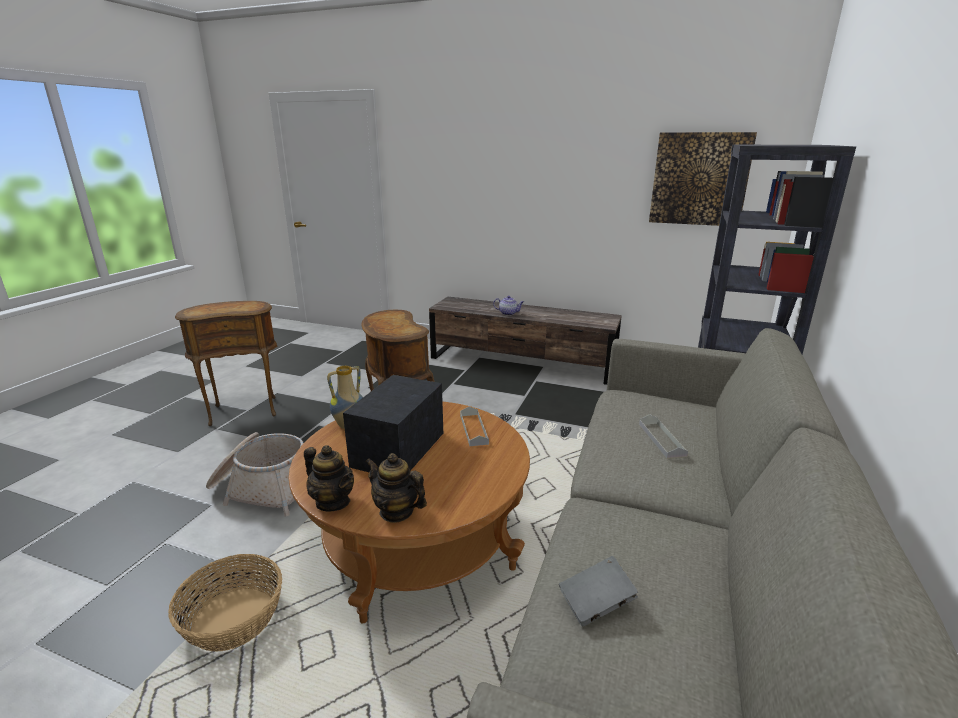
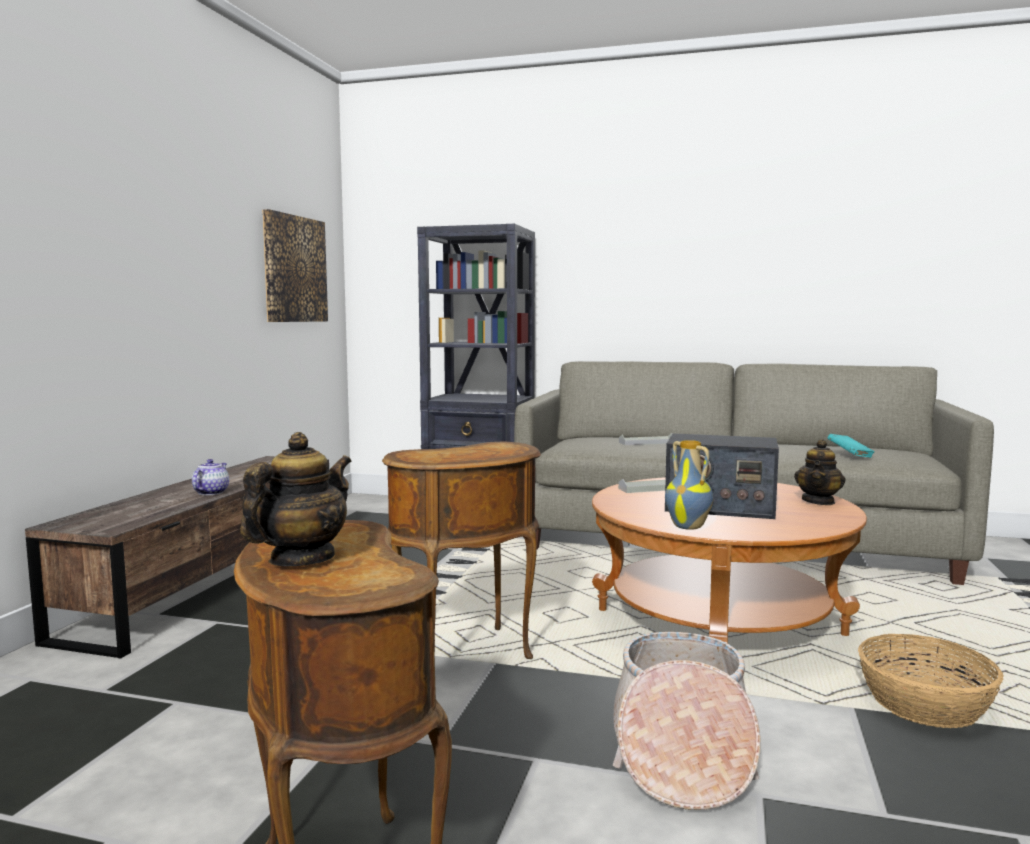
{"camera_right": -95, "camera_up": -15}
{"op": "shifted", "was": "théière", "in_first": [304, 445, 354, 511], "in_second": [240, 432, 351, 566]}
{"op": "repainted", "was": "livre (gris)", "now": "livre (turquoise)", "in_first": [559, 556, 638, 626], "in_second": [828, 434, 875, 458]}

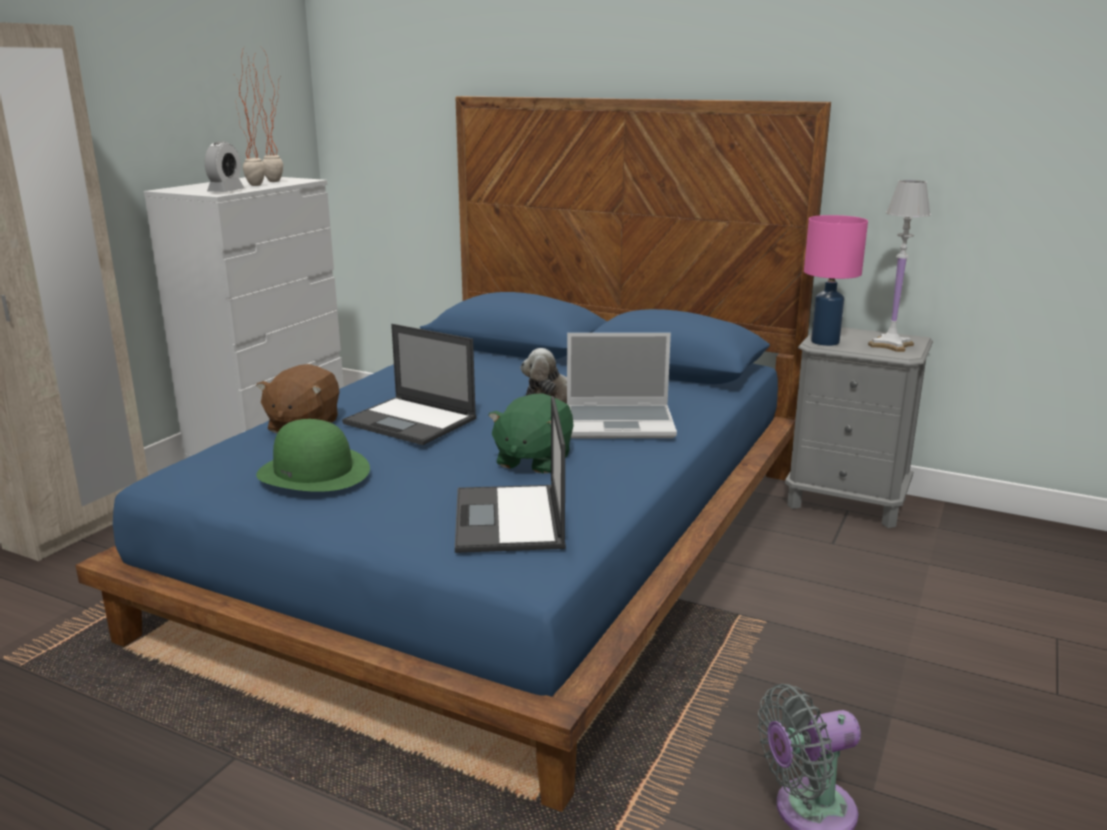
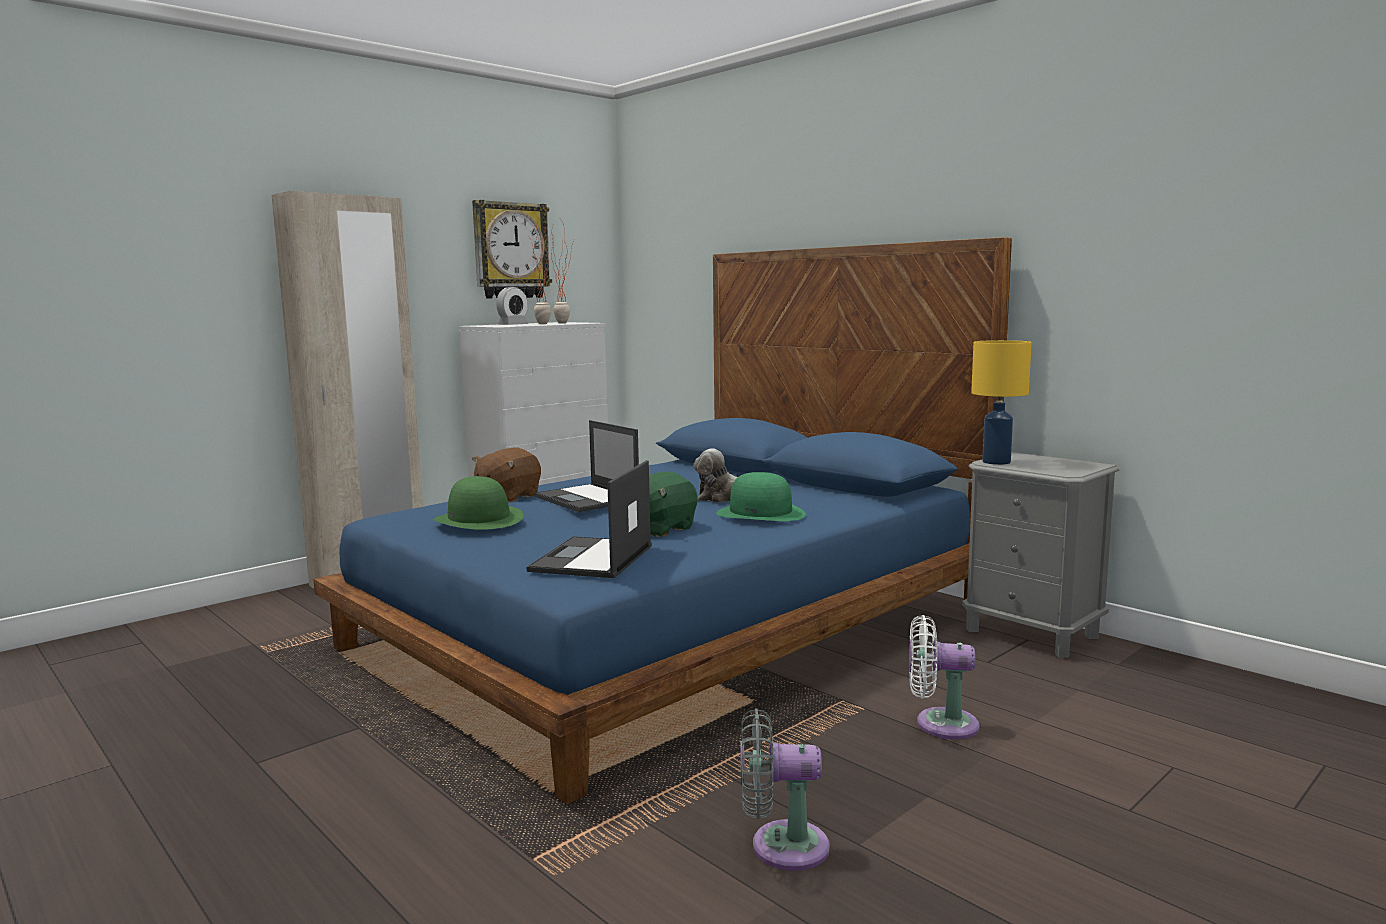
{"camera_right": 20, "camera_up": -10}
{"op": "swapped", "was": "ordinateur portable", "now": "chapeau (vert)", "in_first": [567, 333, 677, 438], "in_second": [716, 472, 806, 521]}
{"op": "repainted", "was": "lampe de table (rose)", "now": "lampe de table (jaune)", "in_first": [804, 215, 868, 346], "in_second": [971, 340, 1031, 465]}
{"op": "gone", "was": "lampe de table (blanc)", "in_first": [868, 180, 931, 352]}
{"op": "new", "now": "horloge murale", "in_second": [472, 200, 552, 299]}
{"op": "new", "now": "ventilateur (blanc)", "in_second": [909, 615, 980, 739]}

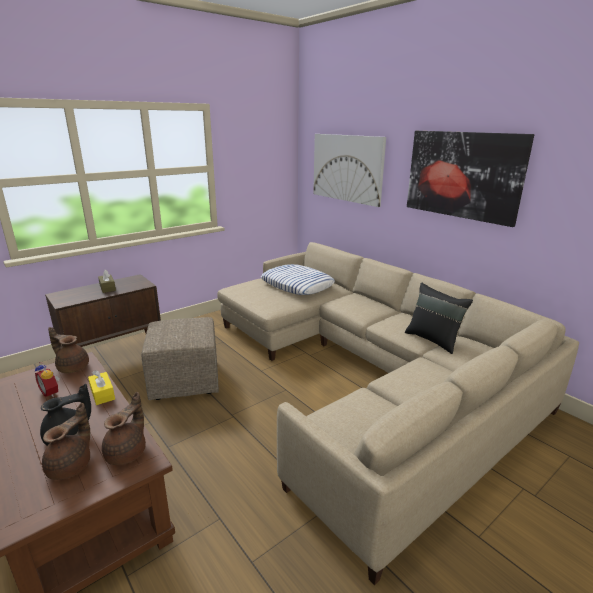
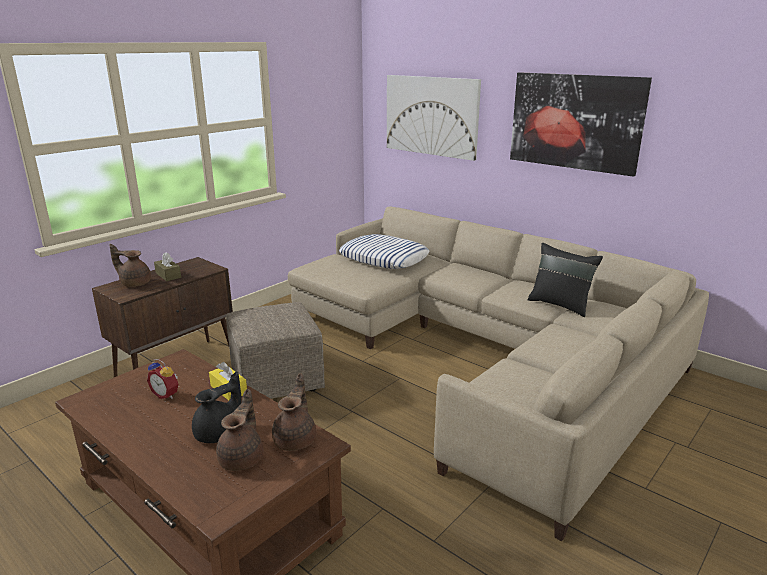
{"camera_right": -10, "camera_up": 0}
{"op": "shifted", "was": "théière (marron)", "in_first": [48, 327, 89, 373], "in_second": [109, 244, 151, 287]}

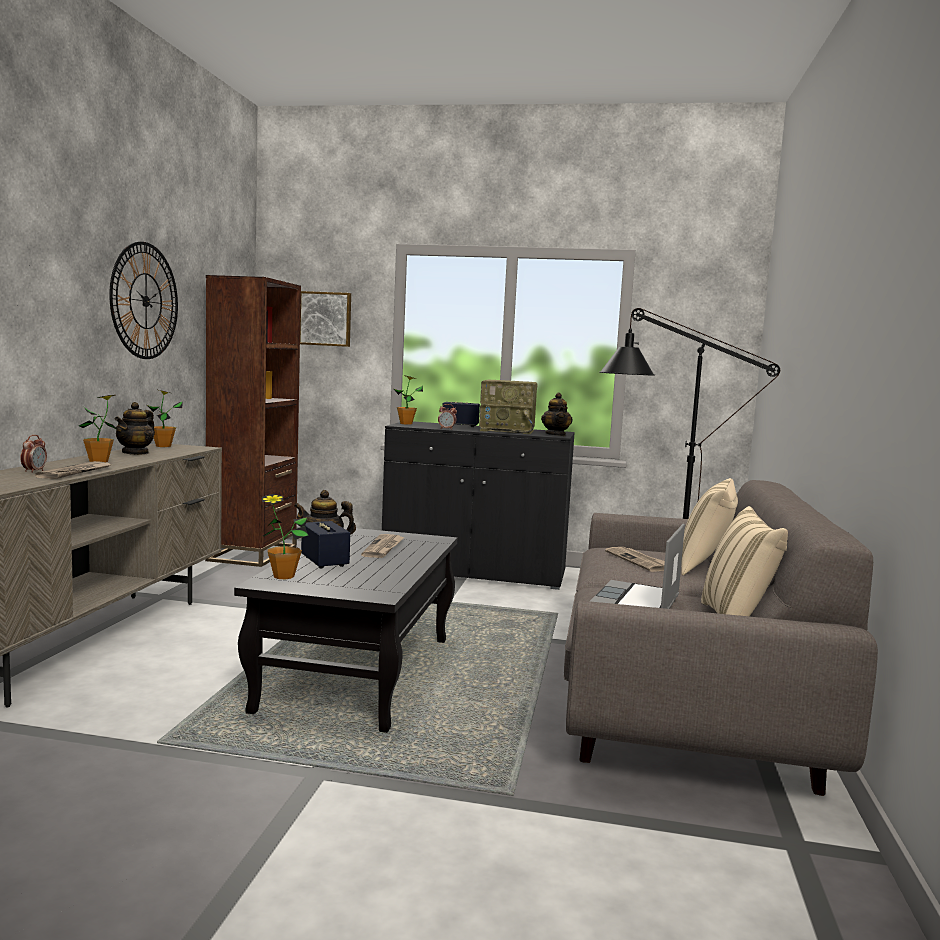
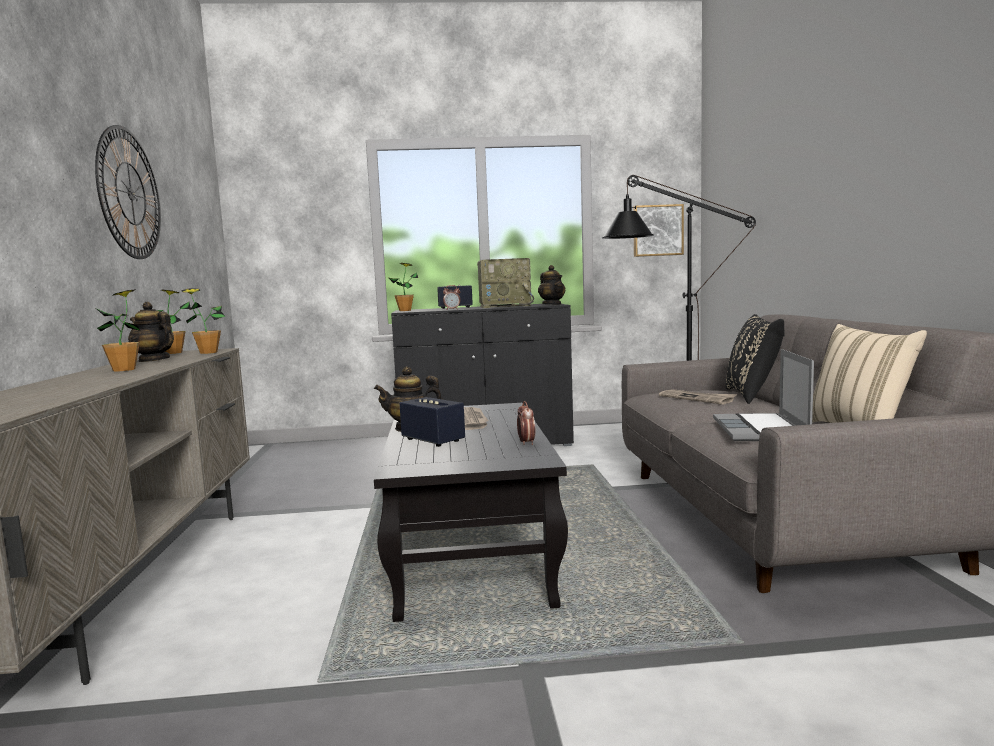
{"camera_right": -15, "camera_up": 0}
{"op": "shifted", "was": "réveil", "in_first": [20, 435, 47, 473], "in_second": [517, 401, 535, 445]}
{"op": "gone", "was": "journal", "in_first": [35, 461, 111, 479]}
{"op": "rotated", "was": "théière", "in_first": [115, 402, 155, 455], "in_second": [128, 302, 174, 362], "clockwise": 120}
{"op": "gone", "was": "bibliothèque (marron)", "in_first": [205, 275, 301, 567]}
{"op": "shifted", "was": "plante en pot", "in_first": [262, 494, 308, 579], "in_second": [181, 288, 225, 354]}
{"op": "shifted", "was": "tableau", "in_first": [300, 291, 351, 347], "in_second": [633, 204, 684, 257]}
{"op": "repainted", "was": "coussin (beige)", "now": "coussin (noir)", "in_first": [681, 478, 738, 575], "in_second": [725, 314, 785, 404]}

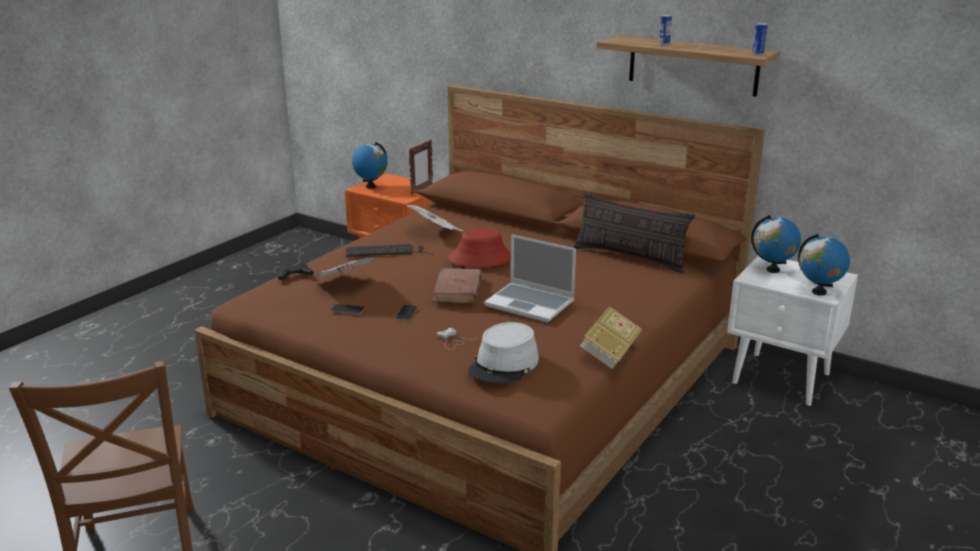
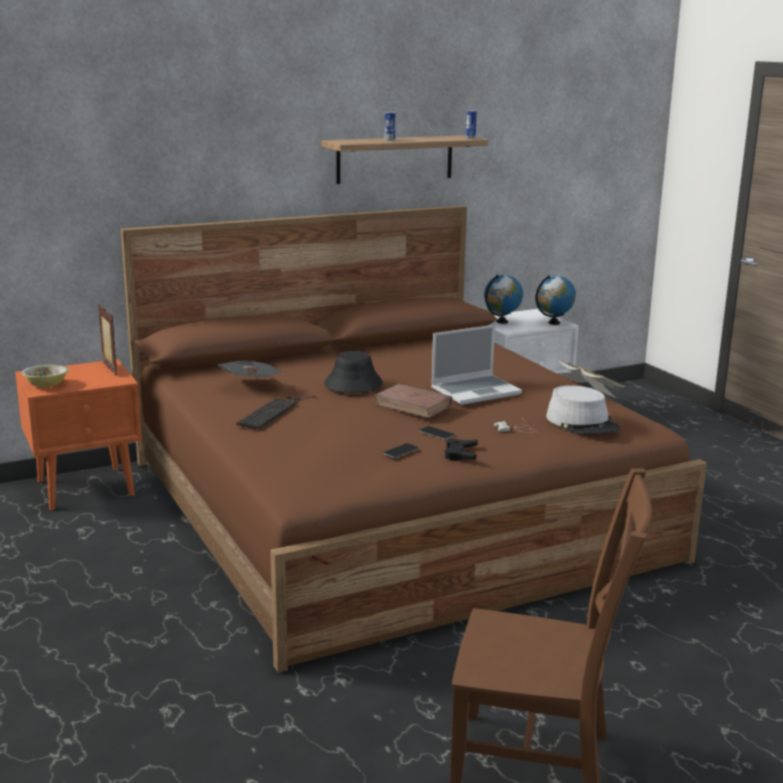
{"camera_right": -60, "camera_up": -5}
{"op": "shifted", "was": "manette (noir)", "in_first": [277, 263, 314, 280], "in_second": [444, 439, 478, 460]}
{"op": "gone", "was": "journal", "in_first": [314, 257, 374, 278]}
{"op": "swapped", "was": "globe", "now": "bol", "in_first": [352, 142, 387, 189], "in_second": [22, 365, 69, 387]}
{"op": "repainted", "was": "chapeau (rouge)", "now": "chapeau (noir)", "in_first": [448, 228, 511, 267], "in_second": [324, 351, 383, 393]}
{"op": "gone", "was": "coussin", "in_first": [573, 193, 695, 273]}

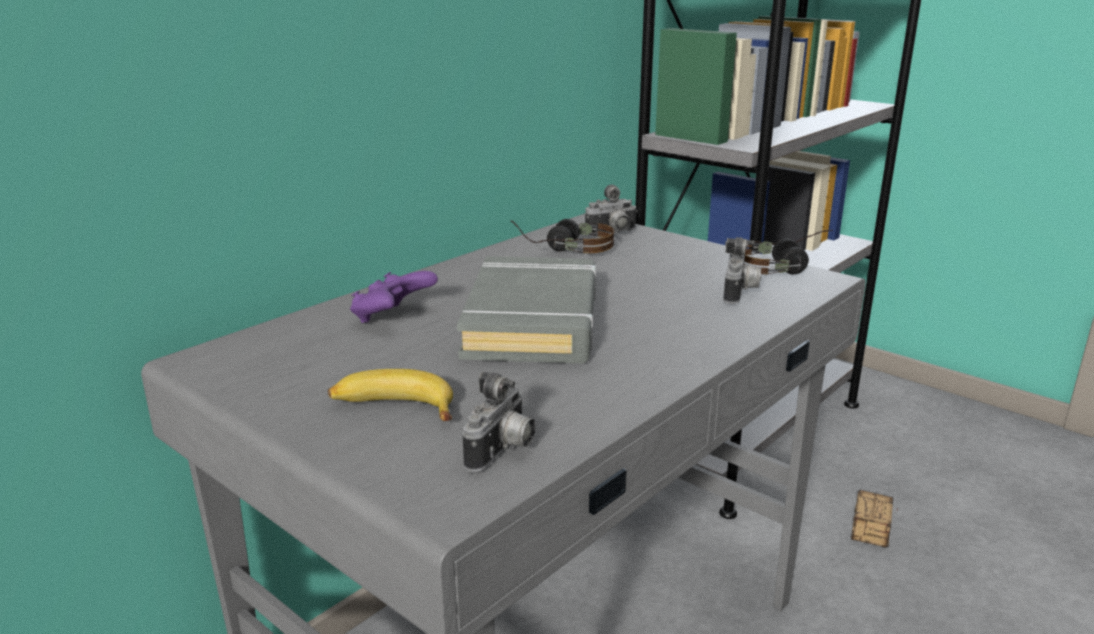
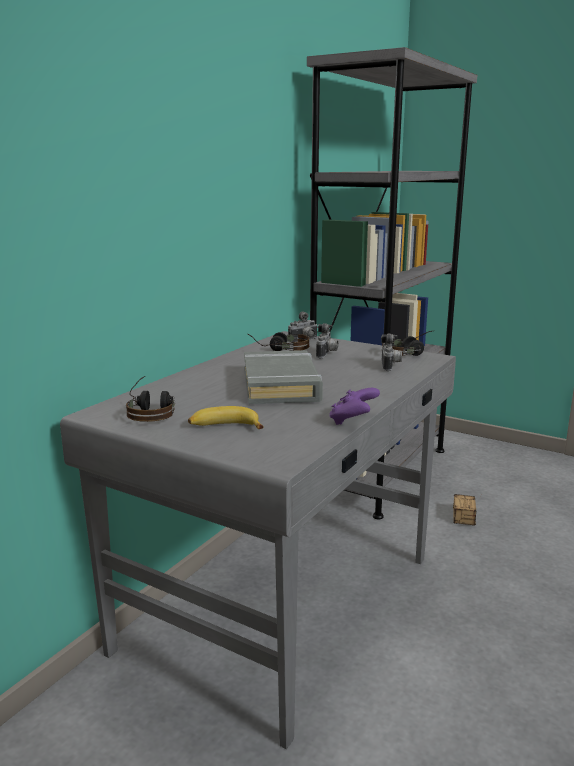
{"camera_right": -10, "camera_up": -5}
{"op": "shifted", "was": "manette (violet)", "in_first": [350, 271, 438, 323], "in_second": [330, 388, 380, 425]}
{"op": "shifted", "was": "appareil photo", "in_first": [462, 372, 536, 472], "in_second": [316, 323, 338, 358]}
{"op": "new", "now": "casque audio", "in_second": [126, 376, 175, 422]}

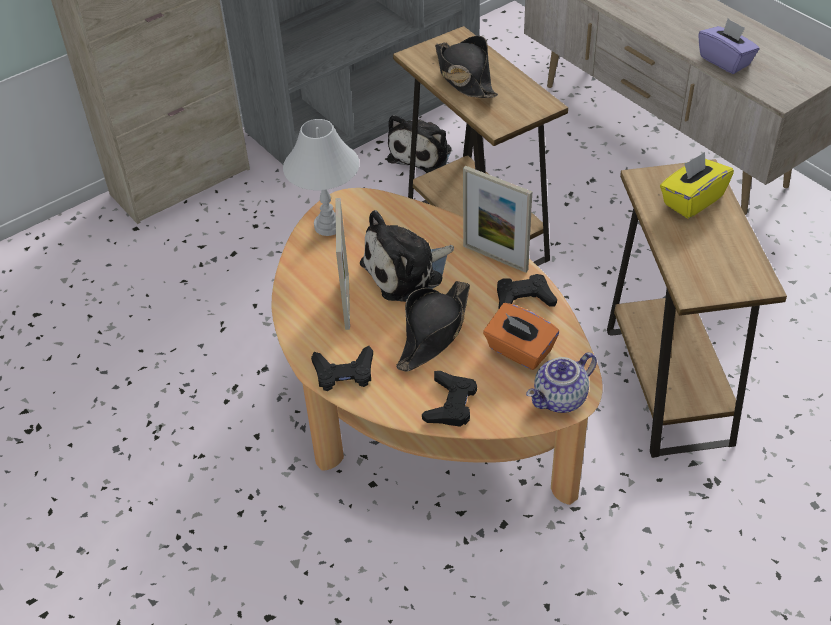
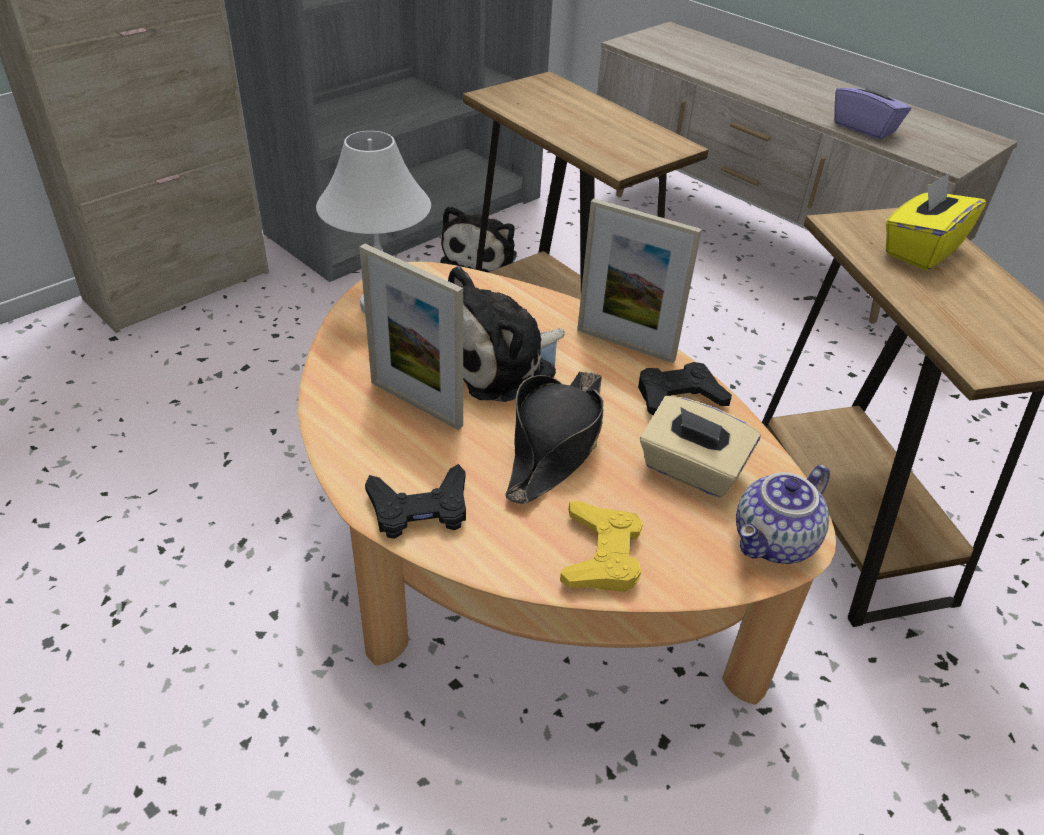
{"camera_right": -10, "camera_up": -5}
{"op": "rotated", "was": "cadre photo", "in_first": [335, 198, 350, 330], "in_second": [359, 244, 463, 430], "clockwise": 135}
{"op": "repainted", "was": "manette (noir)", "now": "manette (jaune)", "in_first": [422, 371, 477, 427], "in_second": [560, 501, 643, 592]}
{"op": "gone", "was": "chapeau (noir)", "in_first": [435, 36, 498, 98]}
{"op": "repainted", "was": "boîte à mouchoirs (orange)", "now": "boîte à mouchoirs (beige)", "in_first": [483, 303, 559, 370], "in_second": [640, 396, 761, 498]}

